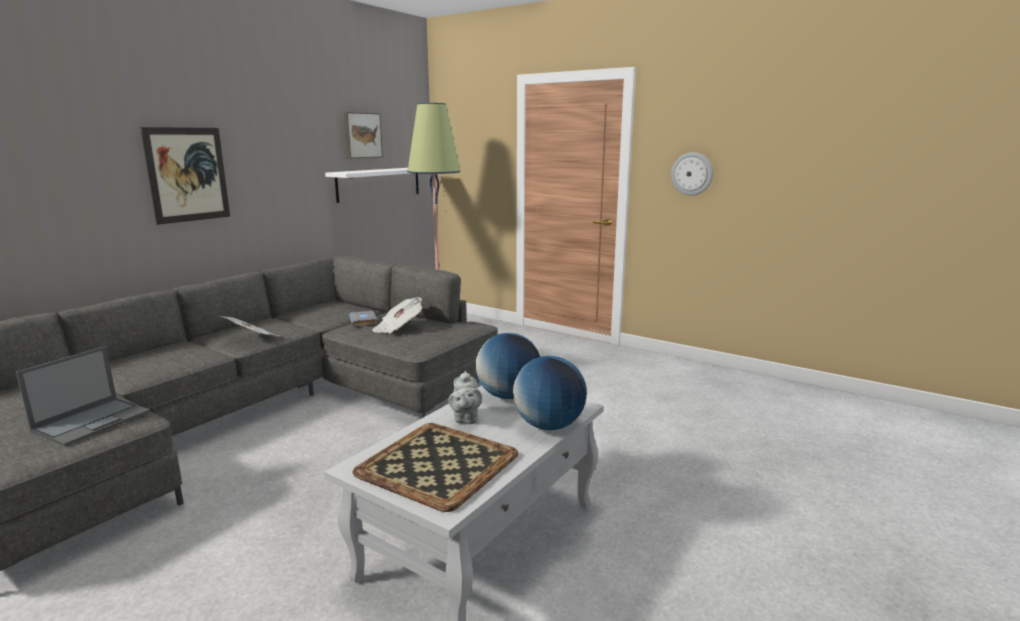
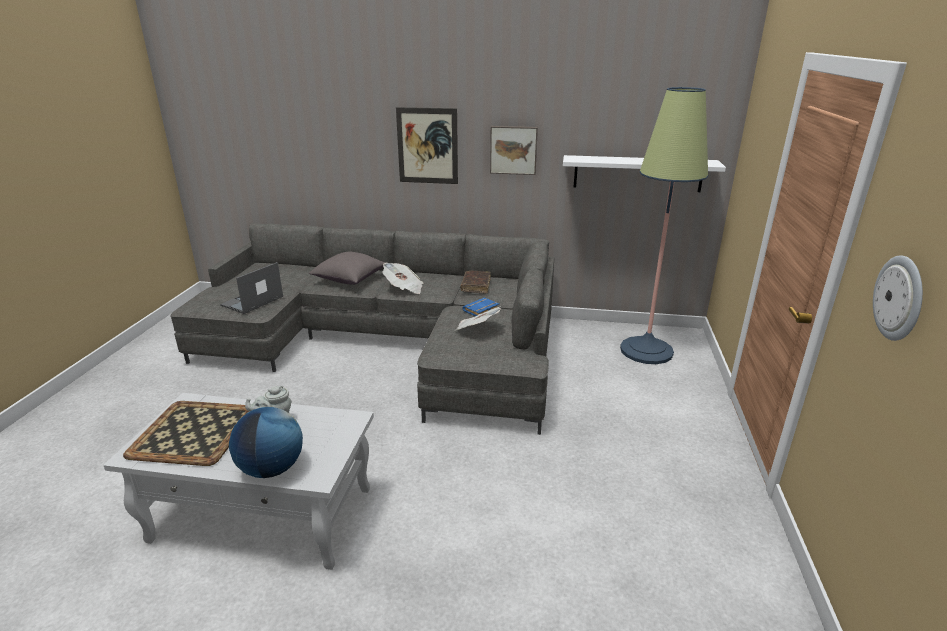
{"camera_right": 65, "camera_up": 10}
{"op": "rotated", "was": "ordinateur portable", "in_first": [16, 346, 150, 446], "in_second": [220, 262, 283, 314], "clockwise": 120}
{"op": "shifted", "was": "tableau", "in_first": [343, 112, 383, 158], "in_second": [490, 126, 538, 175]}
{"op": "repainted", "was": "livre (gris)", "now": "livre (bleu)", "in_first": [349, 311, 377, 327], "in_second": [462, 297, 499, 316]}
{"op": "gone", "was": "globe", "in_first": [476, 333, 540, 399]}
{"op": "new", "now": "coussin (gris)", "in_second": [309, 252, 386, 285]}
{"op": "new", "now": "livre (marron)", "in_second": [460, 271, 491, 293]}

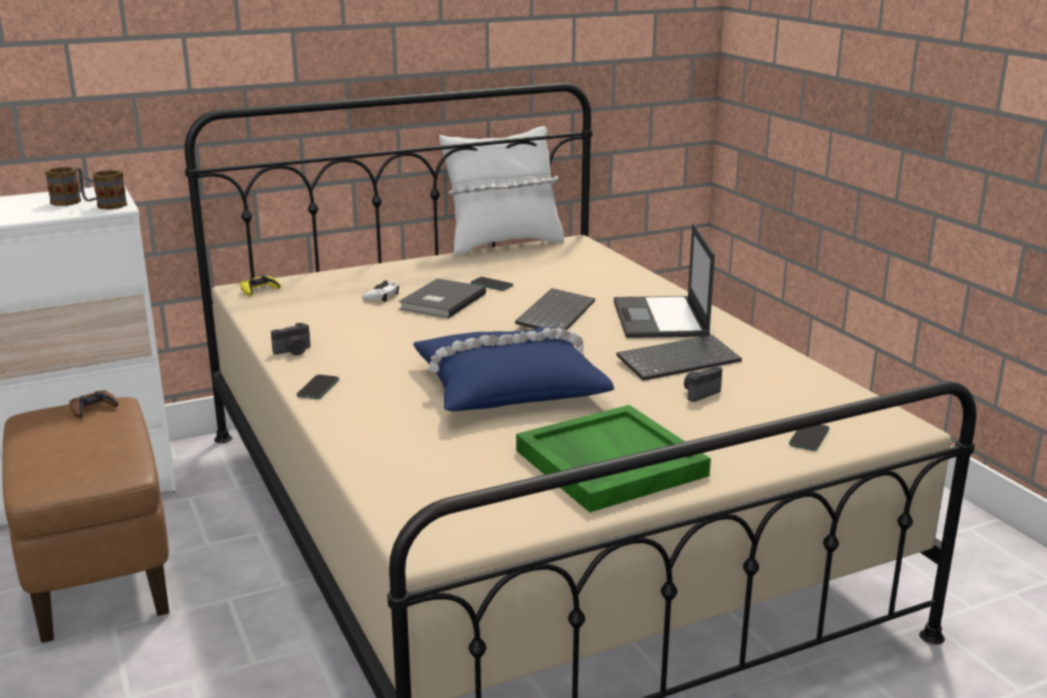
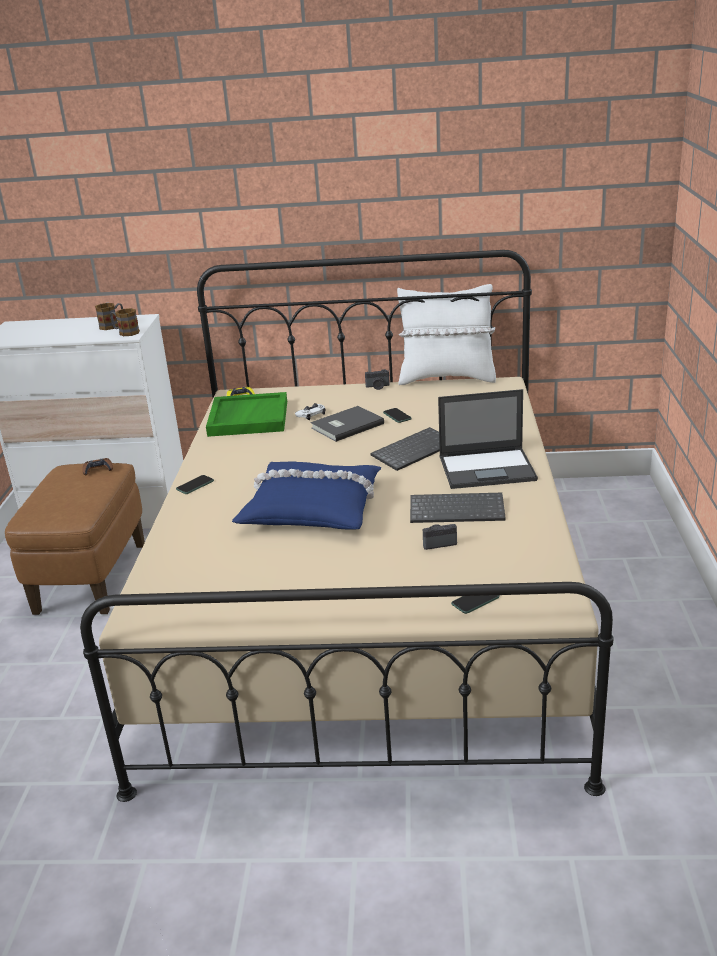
{"camera_right": 30, "camera_up": 5}
{"op": "shifted", "was": "appareil photo", "in_first": [271, 323, 311, 356], "in_second": [365, 369, 390, 390]}
{"op": "shifted", "was": "plateau (vert)", "in_first": [516, 405, 711, 512], "in_second": [206, 392, 287, 437]}
{"op": "rotated", "was": "ordinateur portable", "in_first": [614, 223, 715, 338], "in_second": [438, 389, 538, 489], "clockwise": -120}

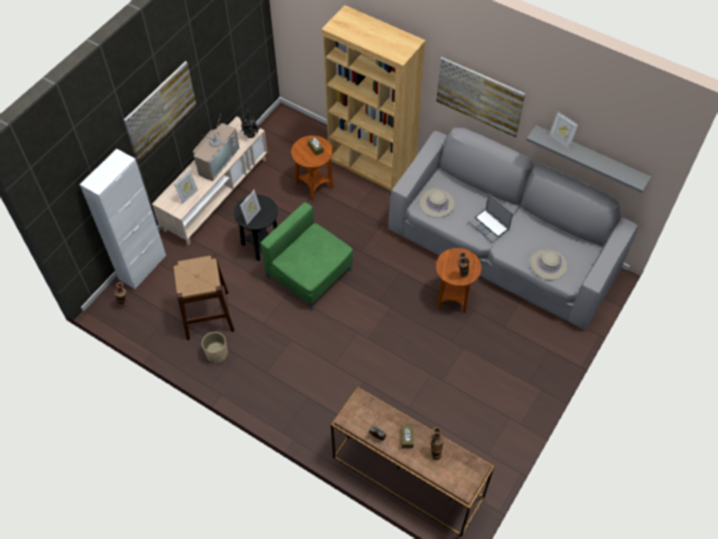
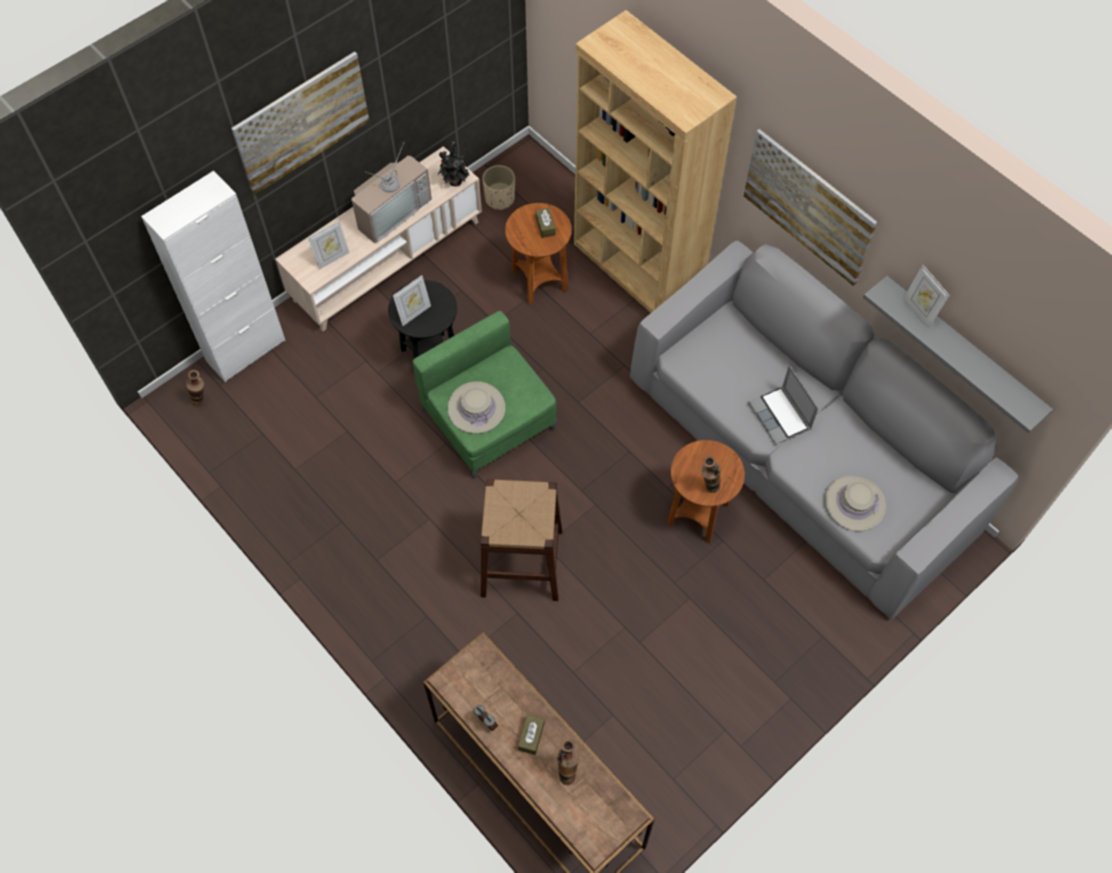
{"camera_right": 15, "camera_up": 5}
{"op": "shifted", "was": "tabouret (marron)", "in_first": [173, 255, 234, 340], "in_second": [481, 479, 562, 601]}
{"op": "shifted", "was": "cache-pot (beige)", "in_first": [202, 332, 228, 363], "in_second": [482, 165, 515, 210]}
{"op": "shifted", "was": "chapeau (beige)", "in_first": [419, 188, 455, 218], "in_second": [448, 381, 506, 434]}

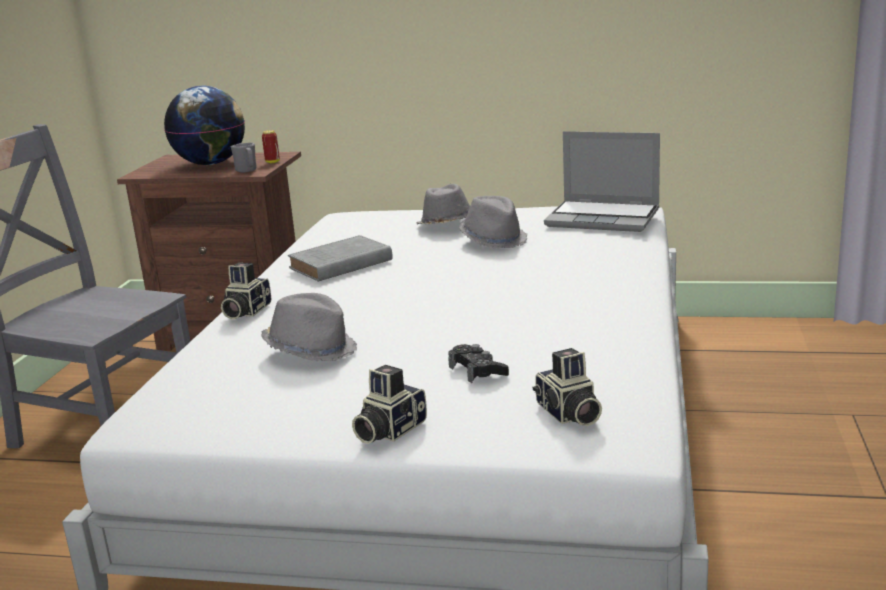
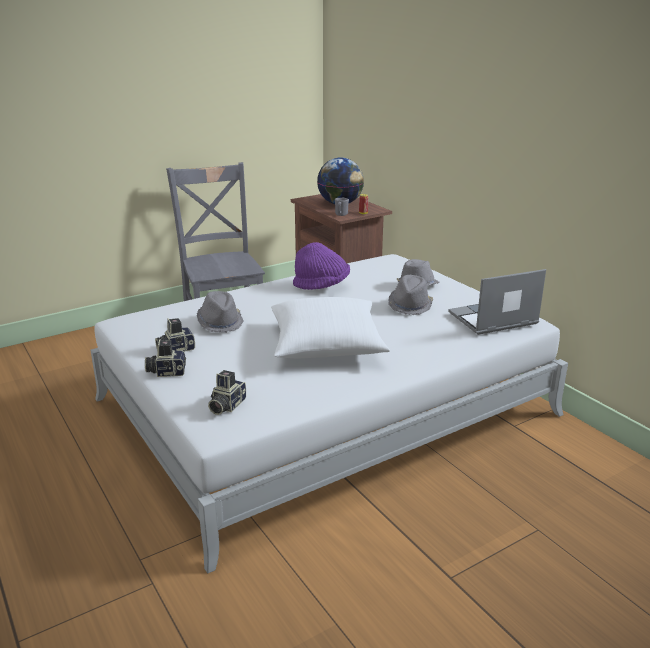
{"camera_right": 45, "camera_up": 5}
{"op": "shifted", "was": "appareil photo", "in_first": [221, 263, 271, 319], "in_second": [155, 318, 195, 352]}
{"op": "swapped", "was": "livre (gris)", "now": "chapeau (violet)", "in_first": [288, 235, 393, 282], "in_second": [293, 242, 350, 290]}
{"op": "gone", "was": "manette (noir)", "in_first": [448, 344, 509, 383]}
{"op": "rotated", "was": "ordinateur portable", "in_first": [544, 131, 660, 232], "in_second": [448, 269, 546, 335], "clockwise": 90}
{"op": "new", "now": "coussin (blanc)", "in_second": [271, 297, 390, 359]}

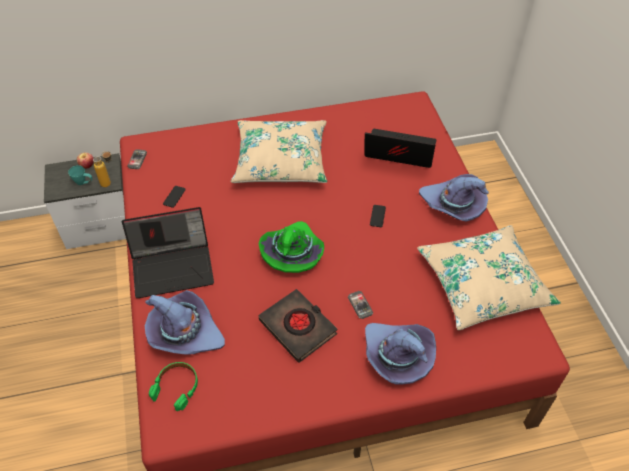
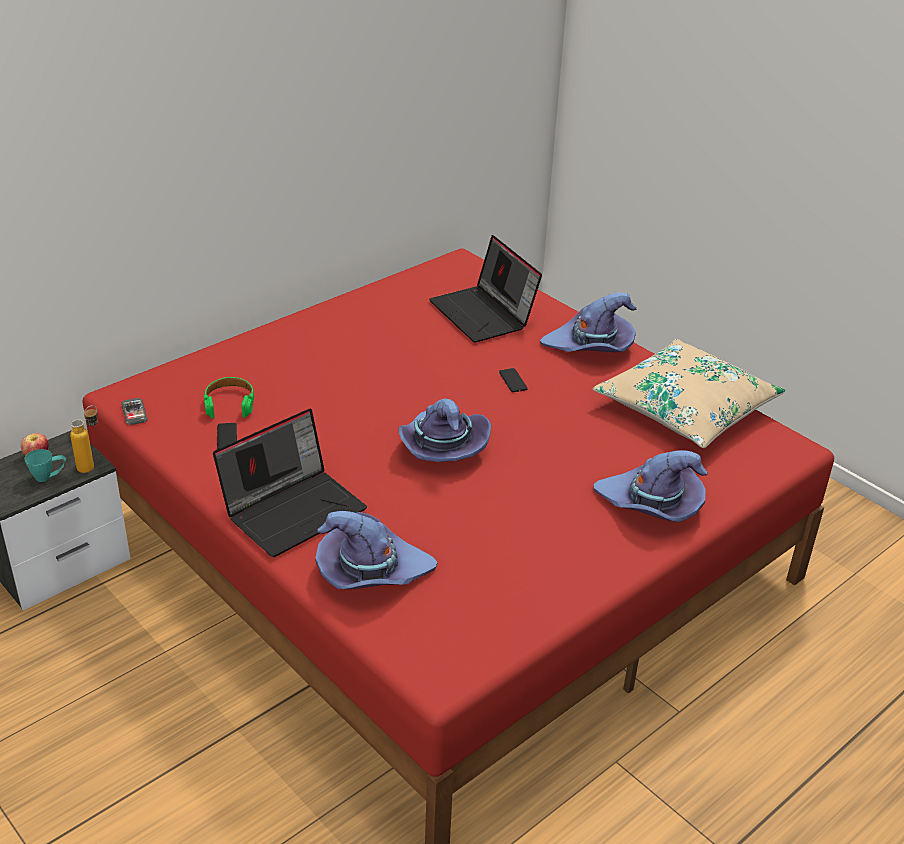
{"camera_right": -30, "camera_up": -15}
{"op": "shifted", "was": "casque audio (vert)", "in_first": [149, 362, 198, 411], "in_second": [204, 377, 255, 419]}
{"op": "gone", "was": "coussin (beige)", "in_first": [231, 120, 327, 183]}
{"op": "repainted", "was": "chapeau (vert)", "now": "chapeau (violet)", "in_first": [258, 221, 324, 273], "in_second": [398, 399, 492, 462]}
{"op": "gone", "was": "livre (noir)", "in_first": [259, 289, 338, 363]}
{"op": "gone", "was": "téléphone", "in_first": [348, 291, 373, 319]}
{"op": "rotated", "was": "ordinateur portable", "in_first": [364, 129, 436, 168], "in_second": [429, 235, 542, 342], "clockwise": -105}

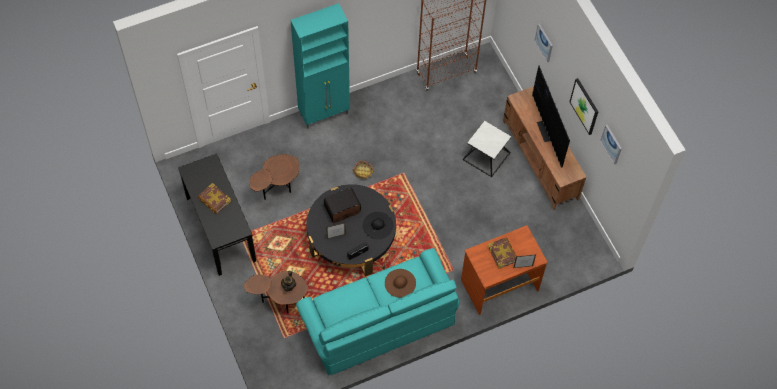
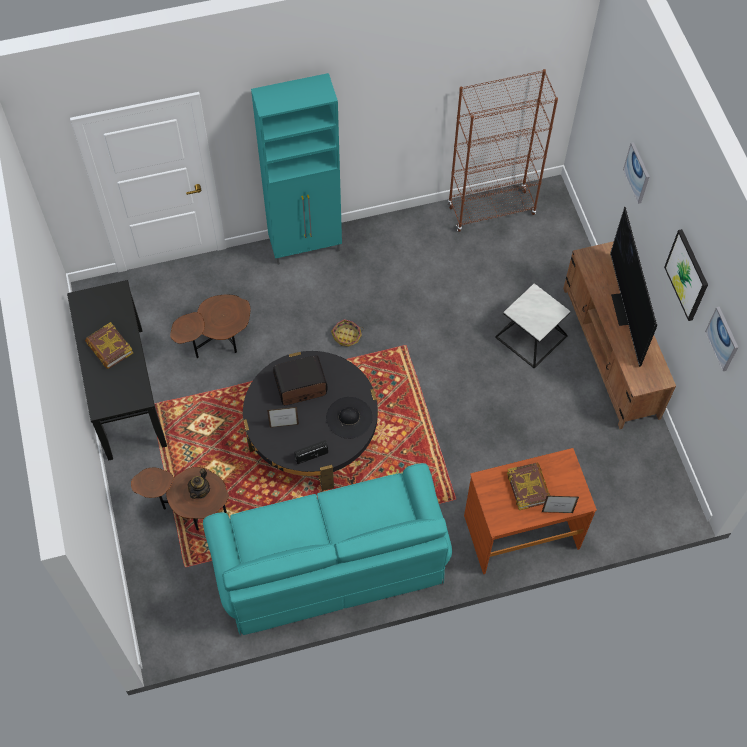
{"camera_right": 10, "camera_up": 0}
{"op": "gone", "was": "chapeau (marron)", "in_first": [385, 269, 416, 298]}

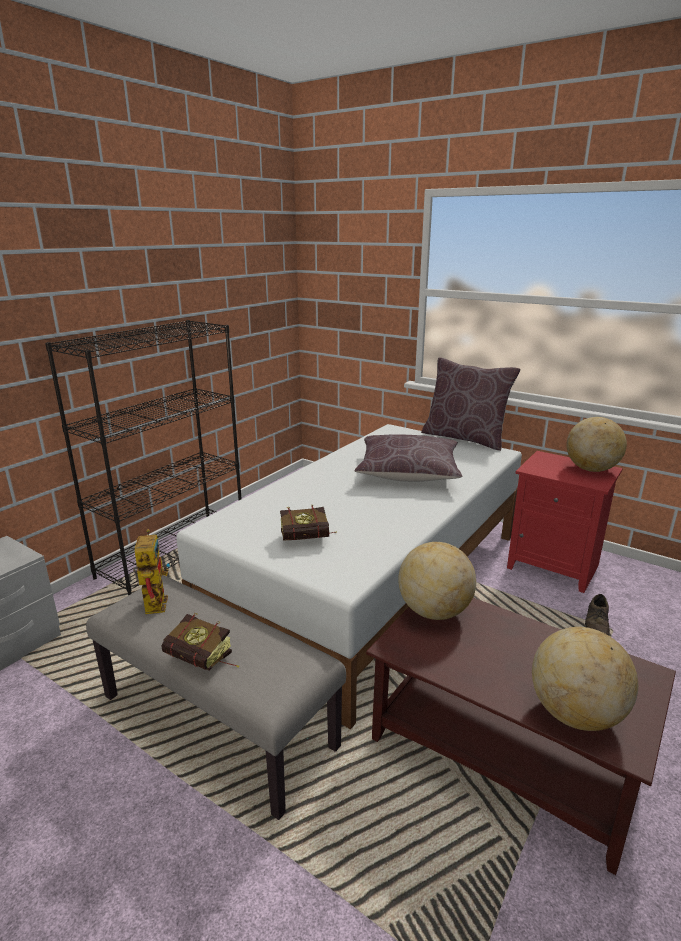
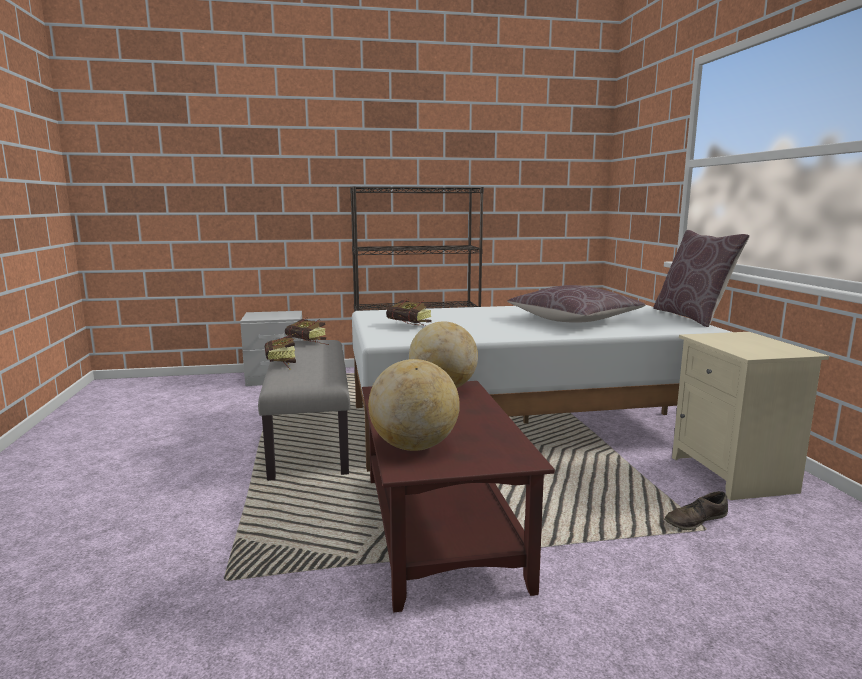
{"camera_right": 45, "camera_up": -10}
{"op": "swapped", "was": "robot jouet", "now": "livre", "in_first": [133, 529, 170, 614], "in_second": [285, 318, 329, 345]}
{"op": "repainted", "was": "table de chevet (rouge)", "now": "table de chevet (beige)", "in_first": [507, 451, 623, 593], "in_second": [672, 332, 829, 500]}
{"op": "gone", "was": "globe", "in_first": [567, 417, 627, 472]}

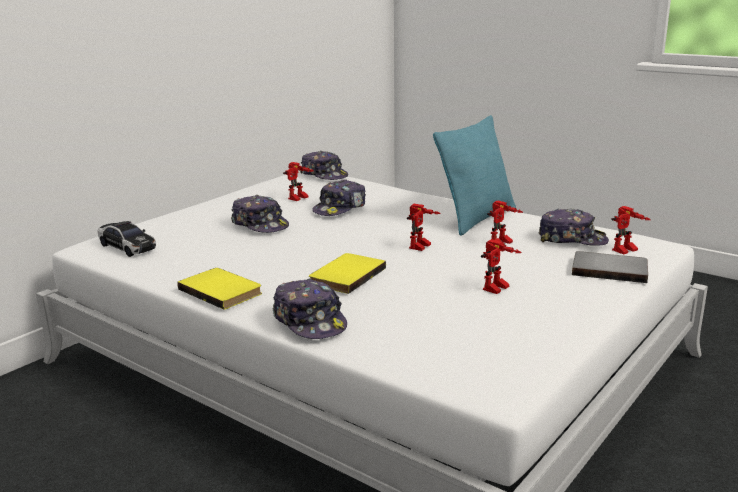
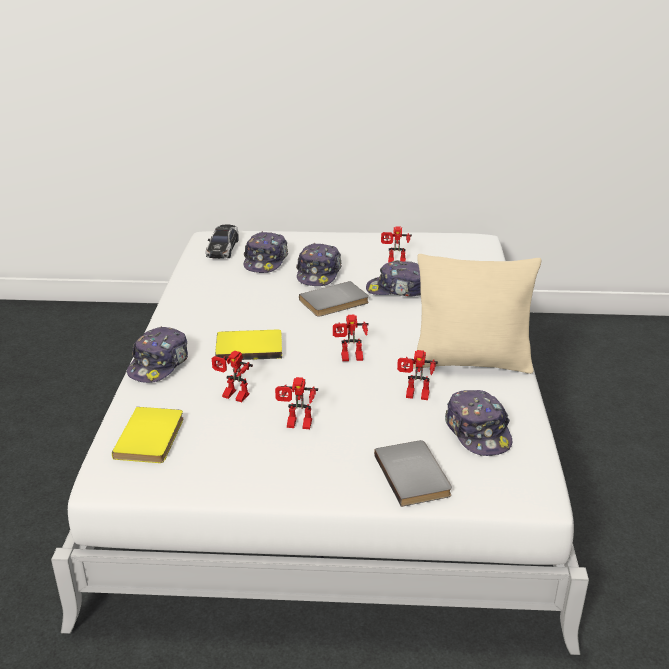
{"camera_right": 55, "camera_up": 10}
{"op": "shifted", "was": "livre (jaune)", "in_first": [178, 268, 262, 310], "in_second": [112, 407, 183, 463]}
{"op": "shifted", "was": "casquette", "in_first": [300, 151, 348, 180], "in_second": [243, 231, 288, 273]}
{"op": "repainted", "was": "coussin (turquoise)", "now": "coussin (beige)", "in_first": [433, 115, 516, 236], "in_second": [413, 254, 541, 374]}
{"op": "shifted", "was": "robot jouet", "in_first": [611, 206, 651, 254], "in_second": [212, 351, 253, 402]}
{"op": "new", "now": "livre (gris)", "in_second": [299, 281, 369, 317]}

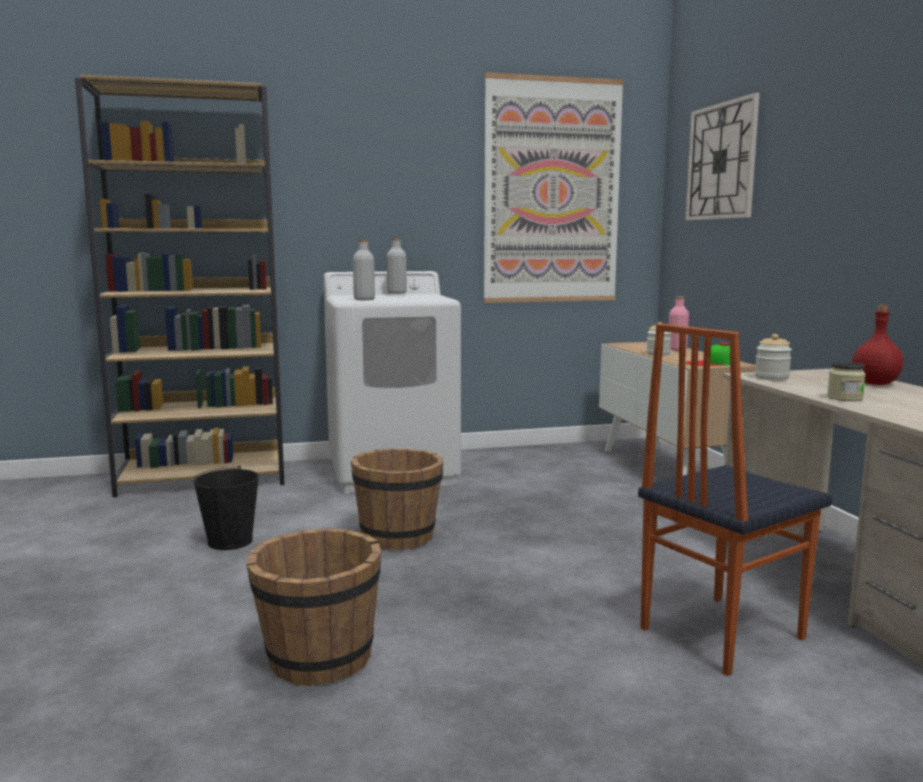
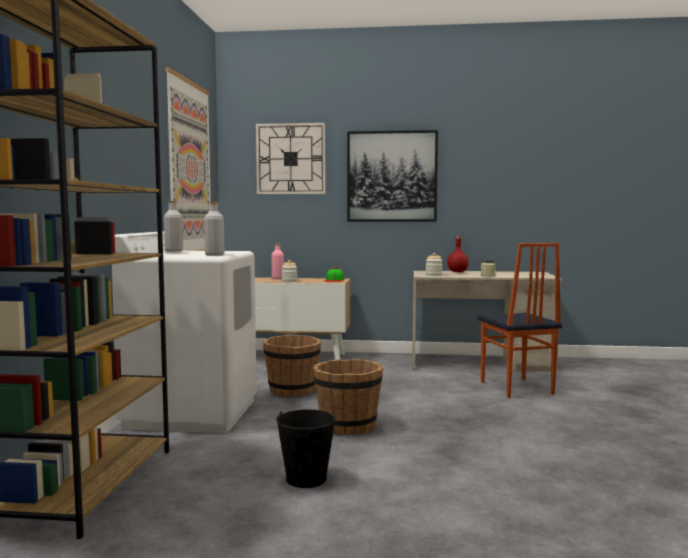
{"camera_right": -70, "camera_up": -5}
{"op": "shifted", "was": "seau (marron)", "in_first": [246, 528, 381, 686], "in_second": [263, 334, 321, 397]}
{"op": "new", "now": "tableau", "in_second": [347, 130, 438, 222]}

